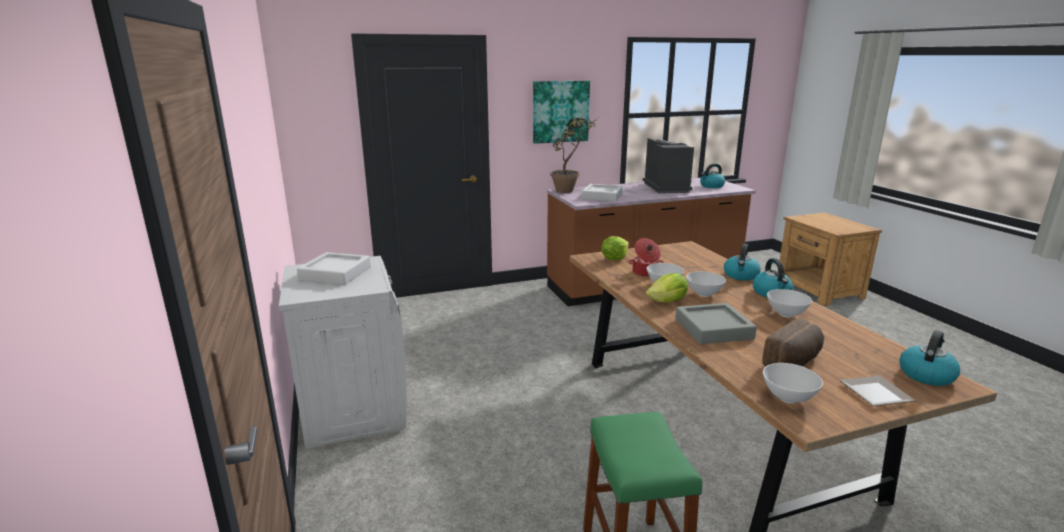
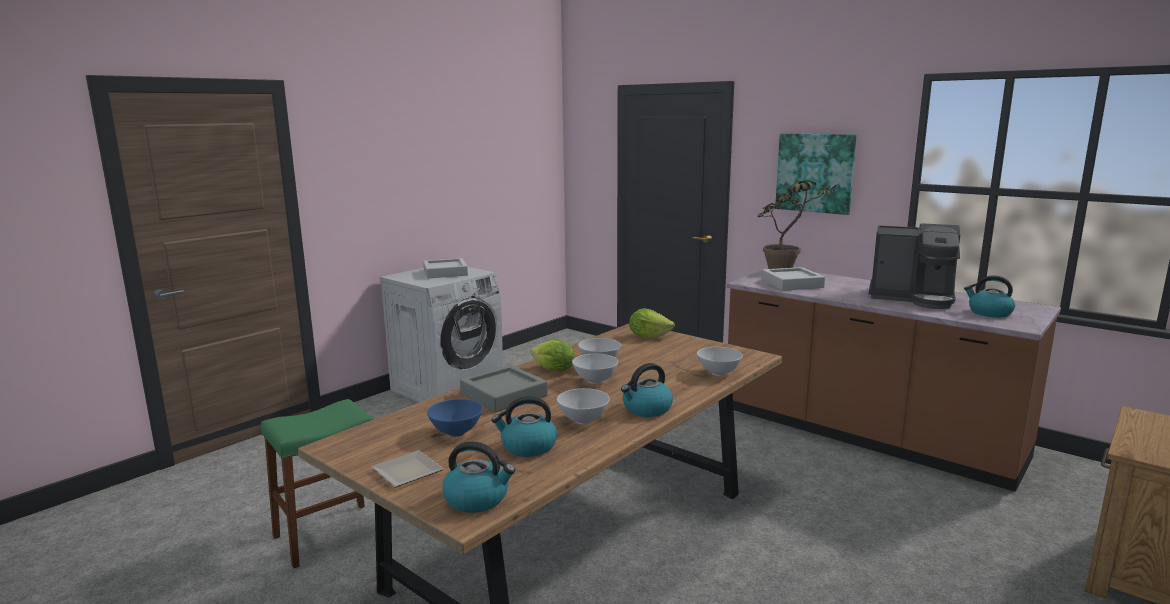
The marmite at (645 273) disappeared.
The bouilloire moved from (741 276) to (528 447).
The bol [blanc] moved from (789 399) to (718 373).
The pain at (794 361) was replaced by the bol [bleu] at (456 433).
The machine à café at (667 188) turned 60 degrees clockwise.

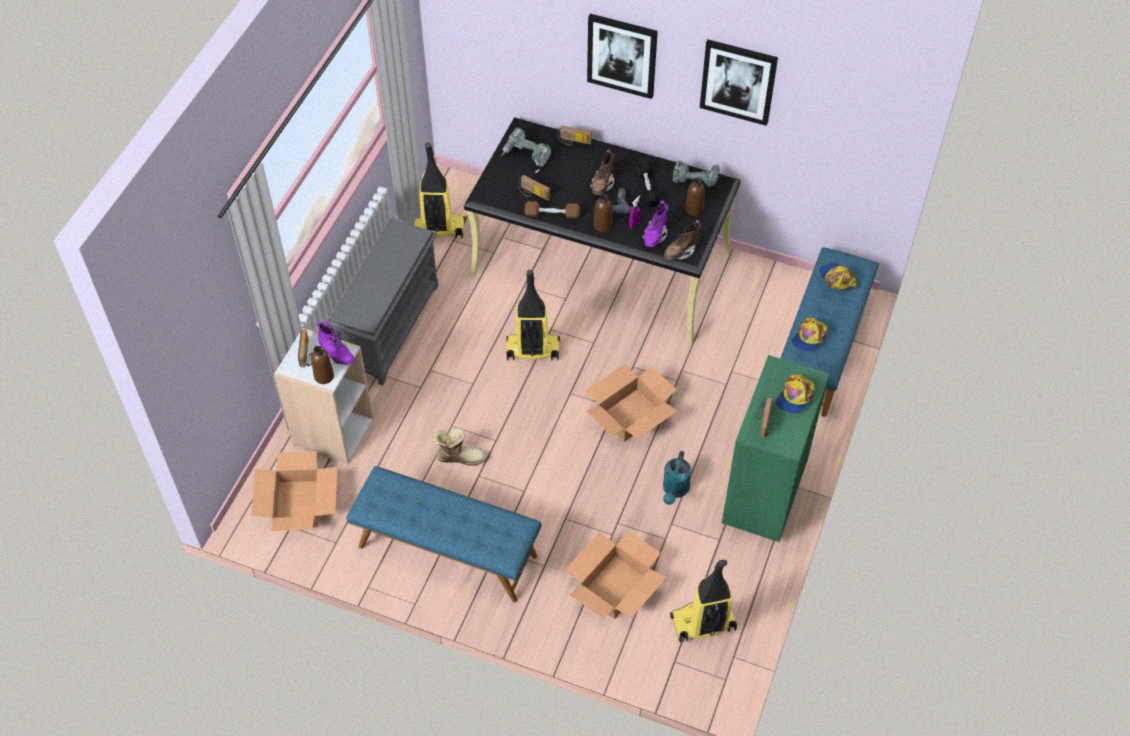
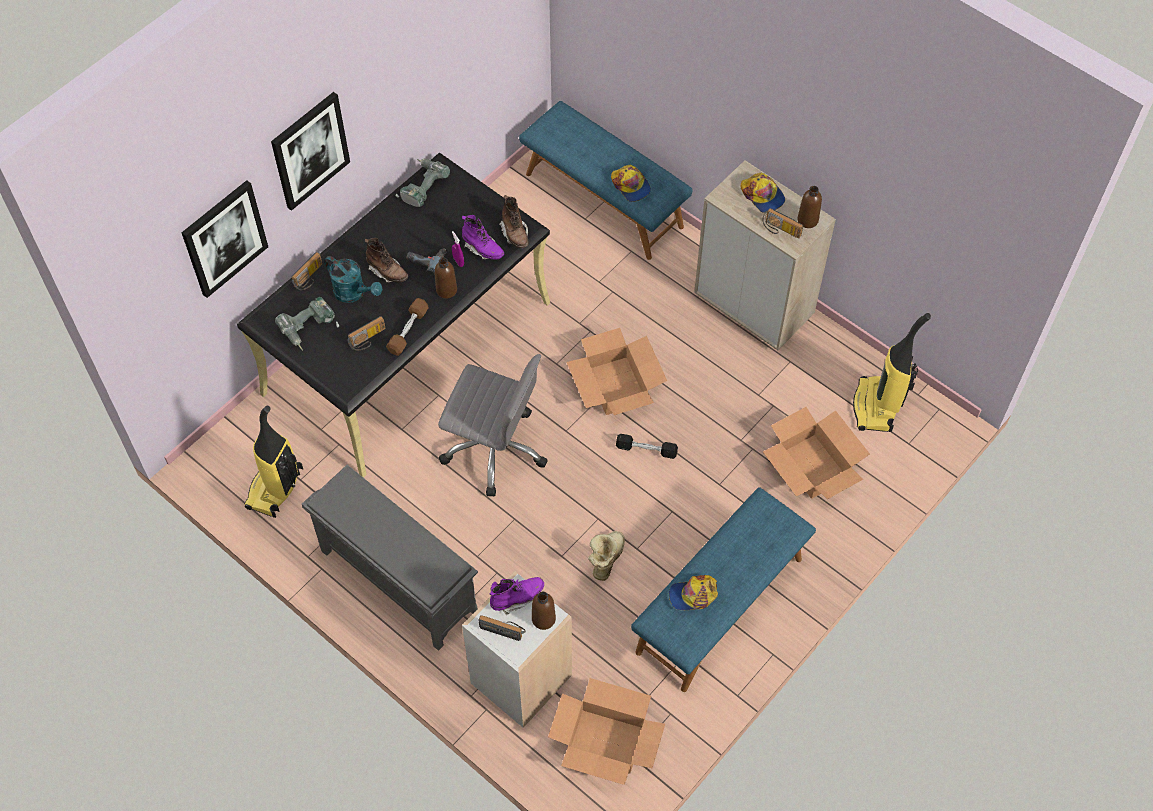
The haltère [noir] moved from (647 188) to (646 450).
The arrosoir [turquoise] moved from (675 490) to (354 293).
The bouteille [marron] moved from (694 209) to (807 220).
The tableau moved from (738 81) to (224 238).
The casquette moved from (836 279) to (693 595).
The aspirateur at (532 351) was replaced by the chaise de bureau [gris] at (495 448).
The meuble de rangement [vert] at (764 496) became the meuble de rangement [beige] at (755 308).

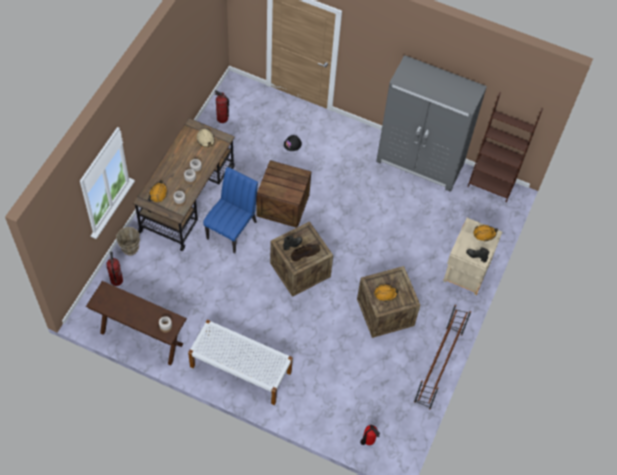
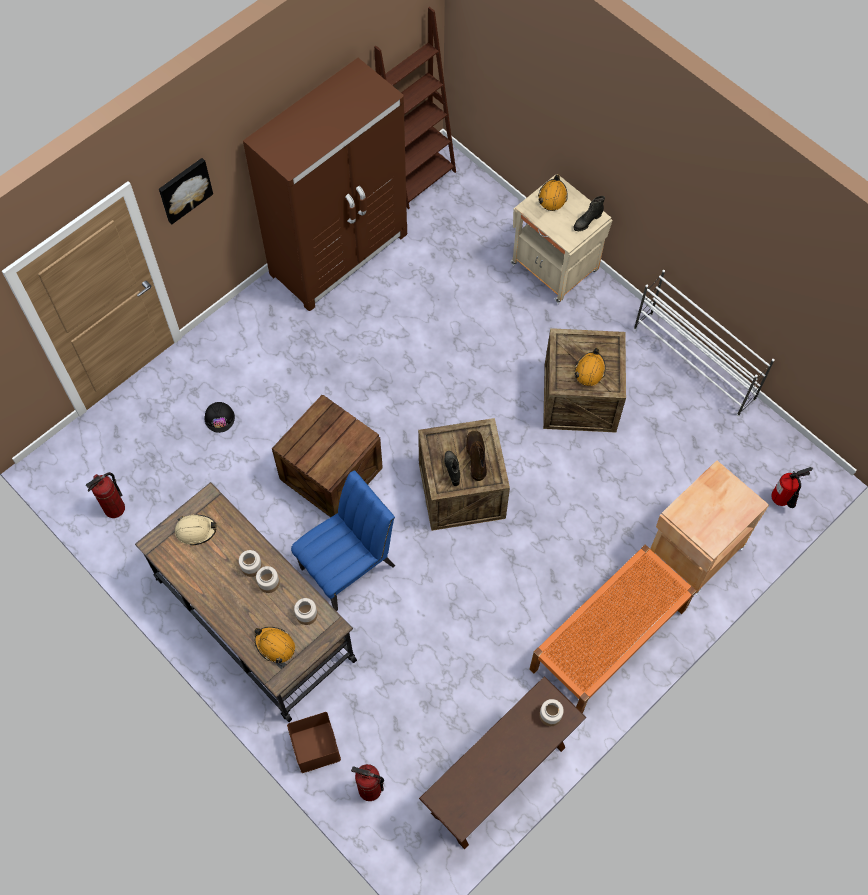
The tableau at (184 189) appeared.
The chariot [marron] at (694 551) appeared.
The seau [marron] at (130 248) was replaced by the boîte de rangement [marron] at (314 746).
The banc [blanc] at (240 370) became the banc [orange] at (608 640).
The meuble de rangement [gris] at (420 164) became the meuble de rangement [marron] at (340 254).
The étagère à chaussures [marron] at (438 368) became the étagère à chaussures [blanc] at (694 364).
The chaise [bleu] at (232 231) turned 90 degrees clockwise.

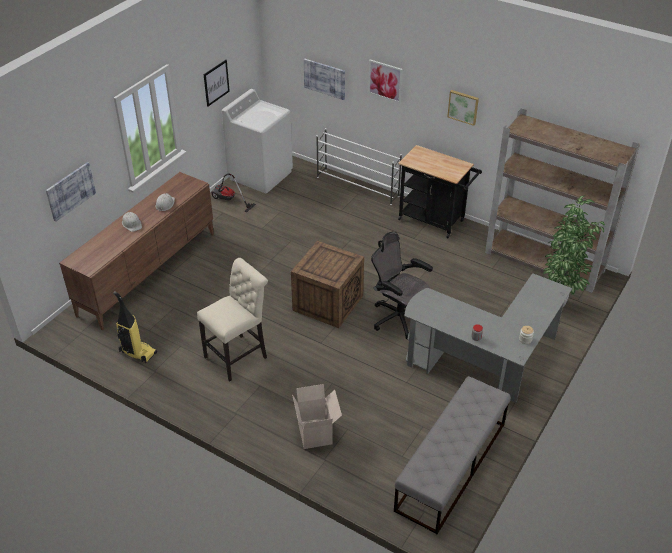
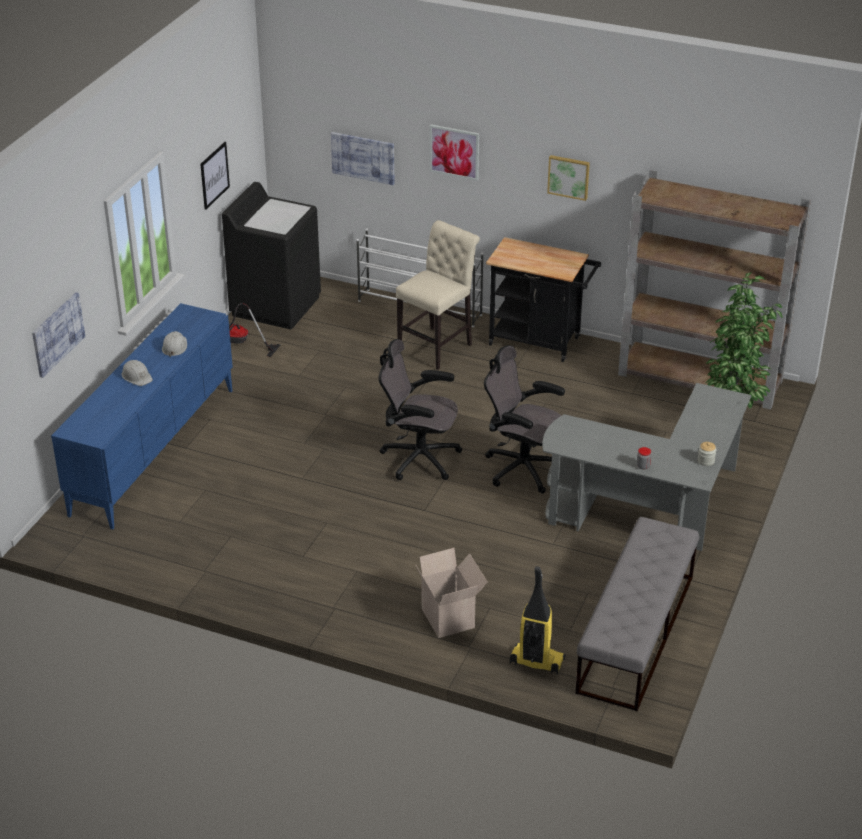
The aspirateur moved from (137 353) to (536 662).
The tabouret [beige] moved from (239 356) to (438 347).
The caisse at (327 302) was replaced by the chaise de bureau at (419 459).
The meuble de rangement [marron] at (148 273) became the meuble de rangement [bleu] at (153 450).
The lave-linge [blanc] at (261 175) became the lave-linge [noir] at (276 305).

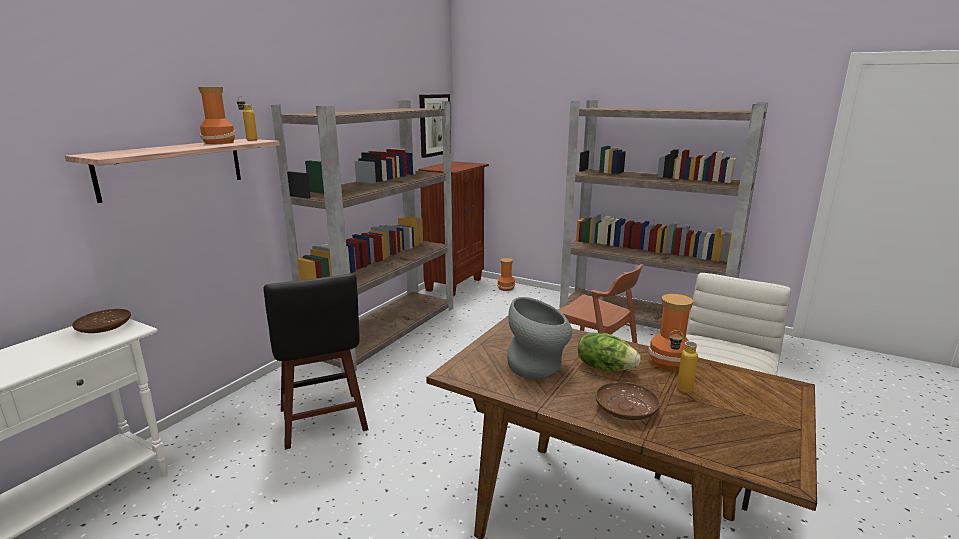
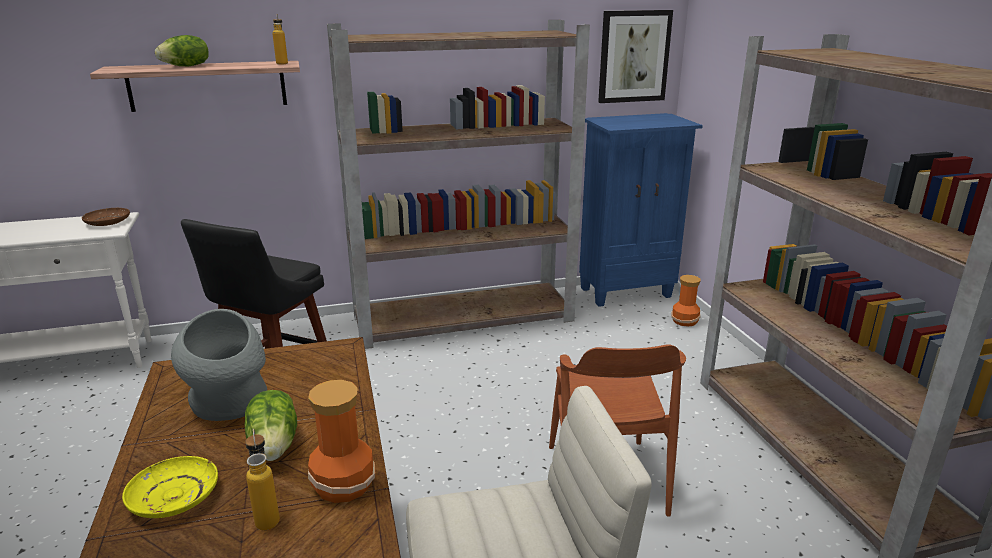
The vase at (220 142) disappeared.
The laitue at (186 66) appeared.
The meuble de rangement [marron] at (455 285) became the meuble de rangement [bleu] at (626 293).
The assiette [marron] at (626 408) became the assiette [jaune] at (173 497).

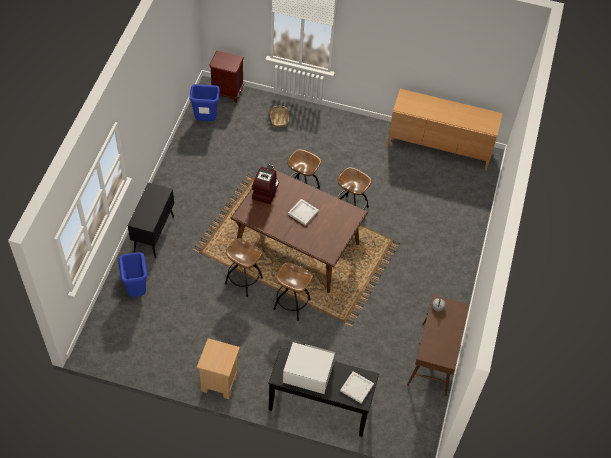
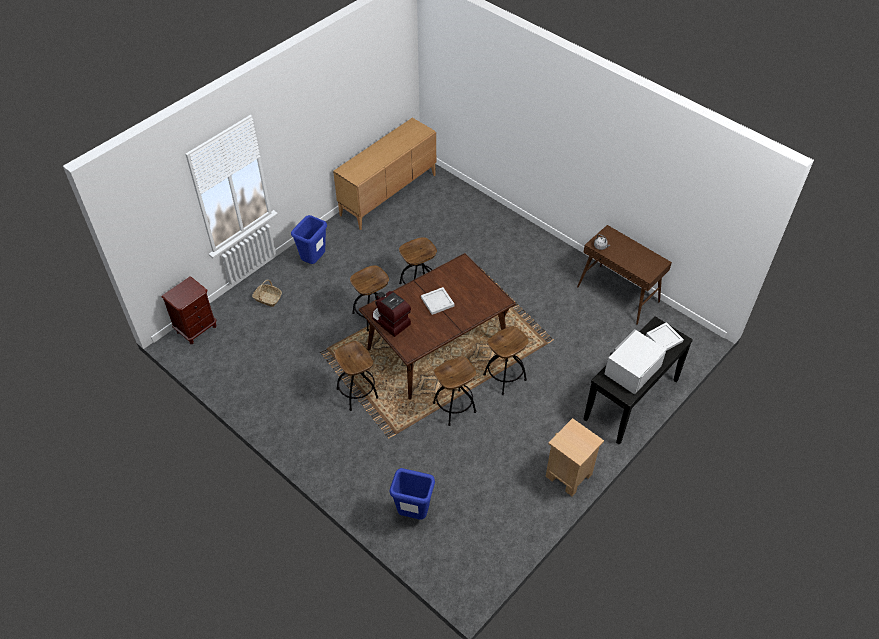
The meuble de rangement [noir] at (154 234) disappeared.
The tabouret [marron] at (357 393) appeared.
The poubelle [bleu] moved from (206 120) to (314 261).

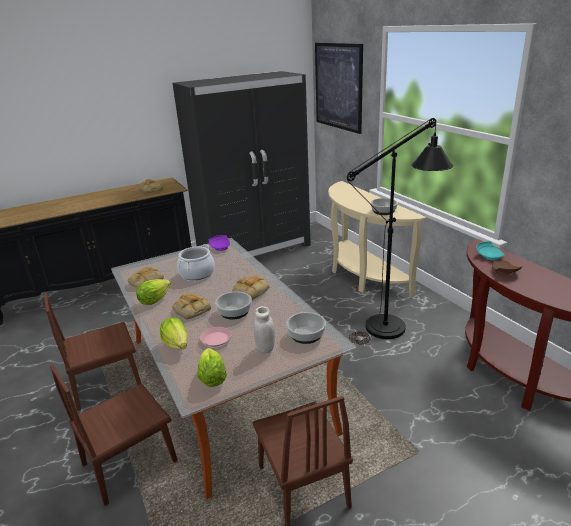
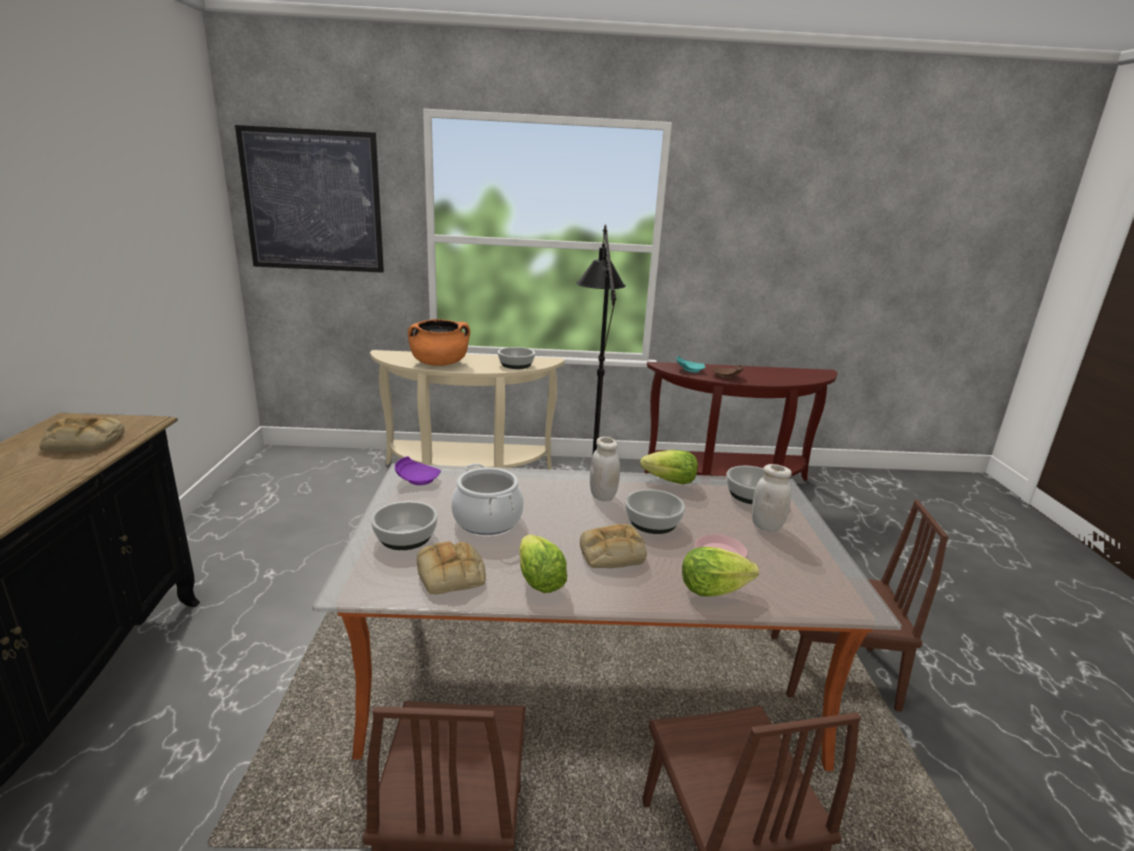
The meuble de rangement [noir] at (255 249) disappeared.
The bol at (404 537) appeared.
The marmite [orange] at (439 363) appeared.
The laitue moved from (212 378) to (670 481).
The pain at (250 291) was replaced by the bocal [blanc] at (603 496).

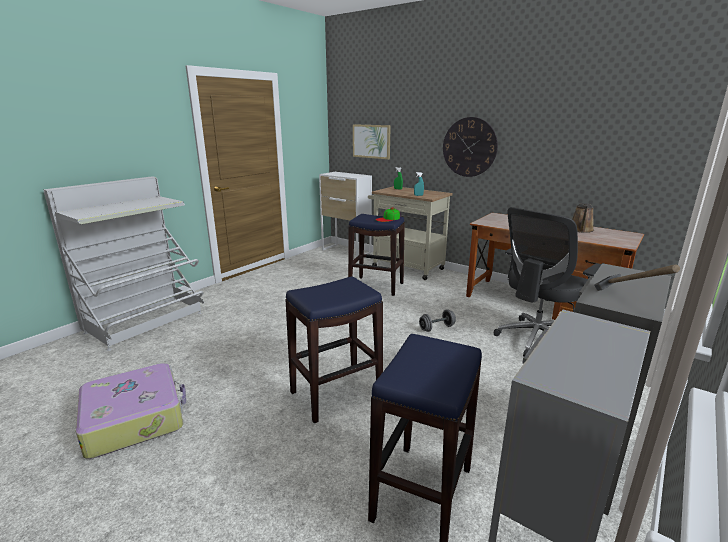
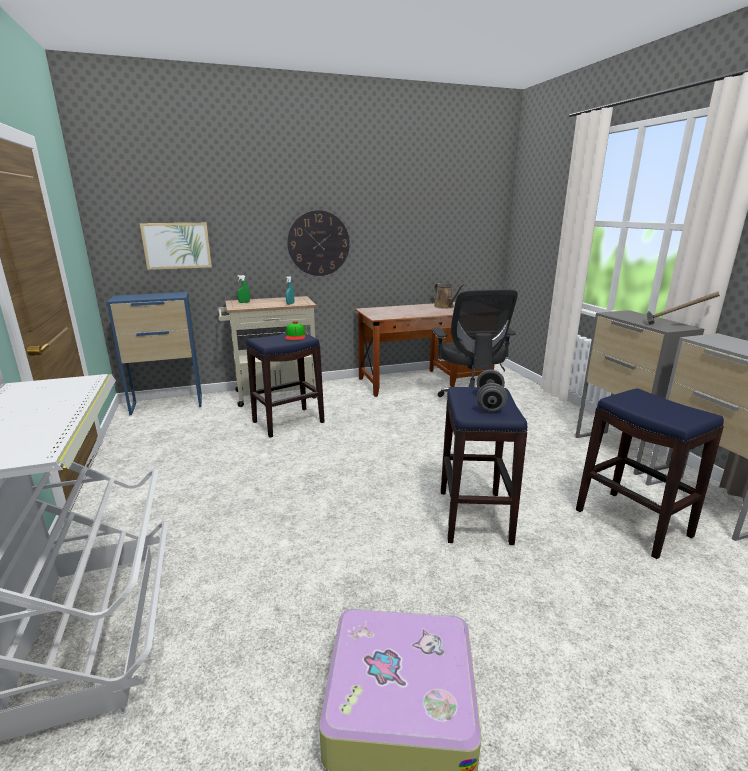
The haltère [gris] moved from (436 328) to (489 403).
The meuble de rangement [blanc] at (346 251) became the meuble de rangement [bleu] at (168 405).

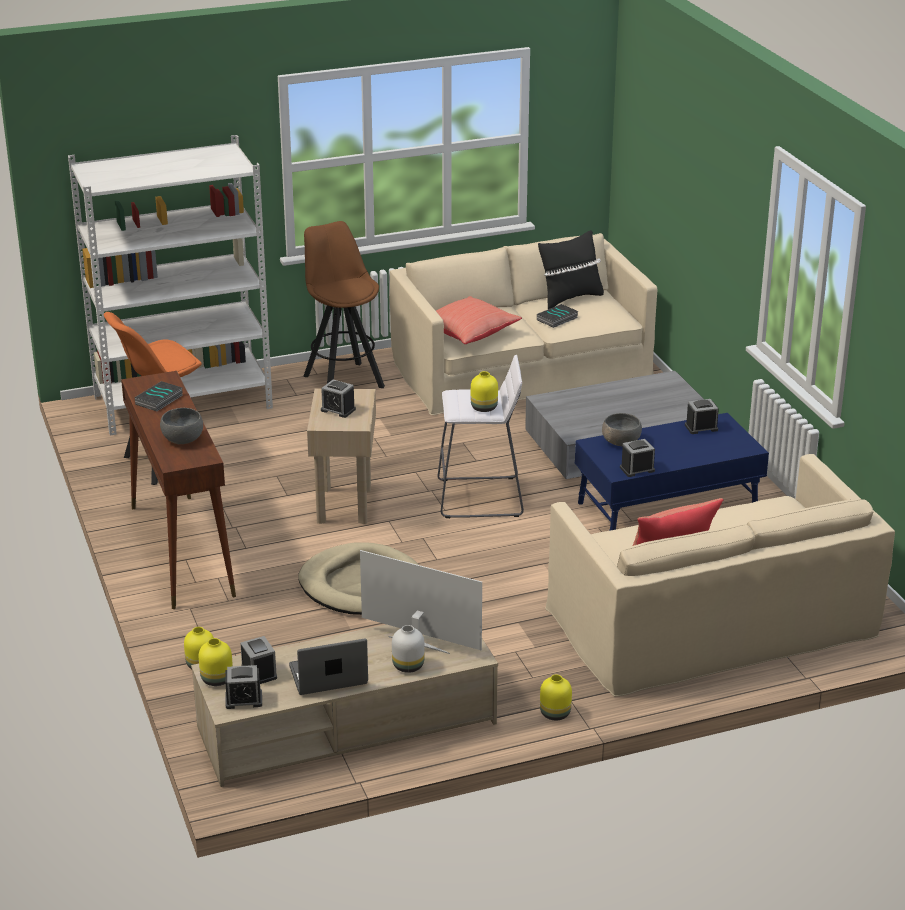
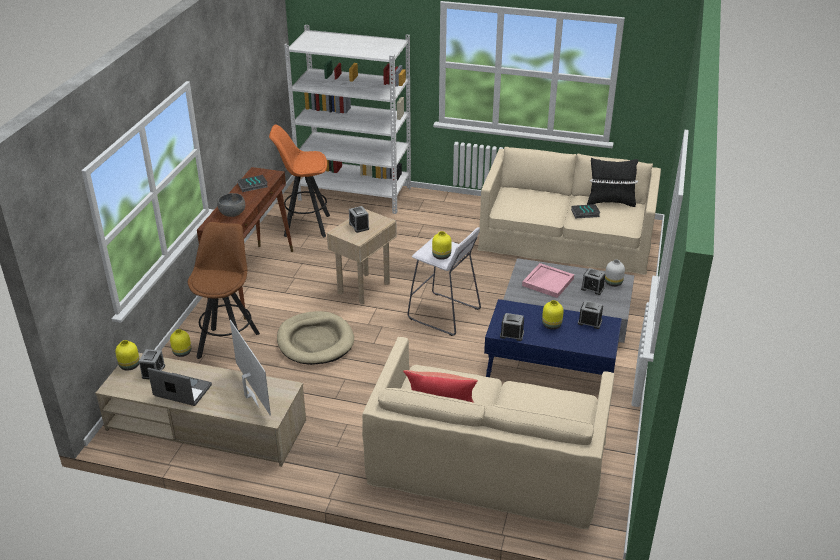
The coussin [rouge] at (468 333) disappeared.
The bol [gris] at (620 442) disappeared.
The plateau [rose] at (547 282) appeared.
The réveil moved from (243 700) to (592 288).
The tabouret [marron] moved from (343 380) to (229 344).
The vase [blanc] moved from (407 666) to (612 283).
The vase [jaune] moved from (554 713) to (551 325).

